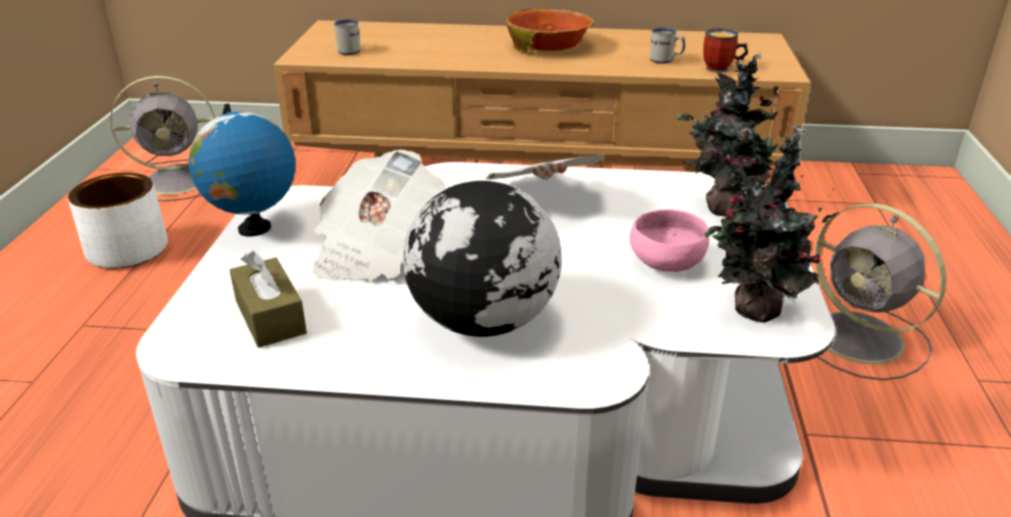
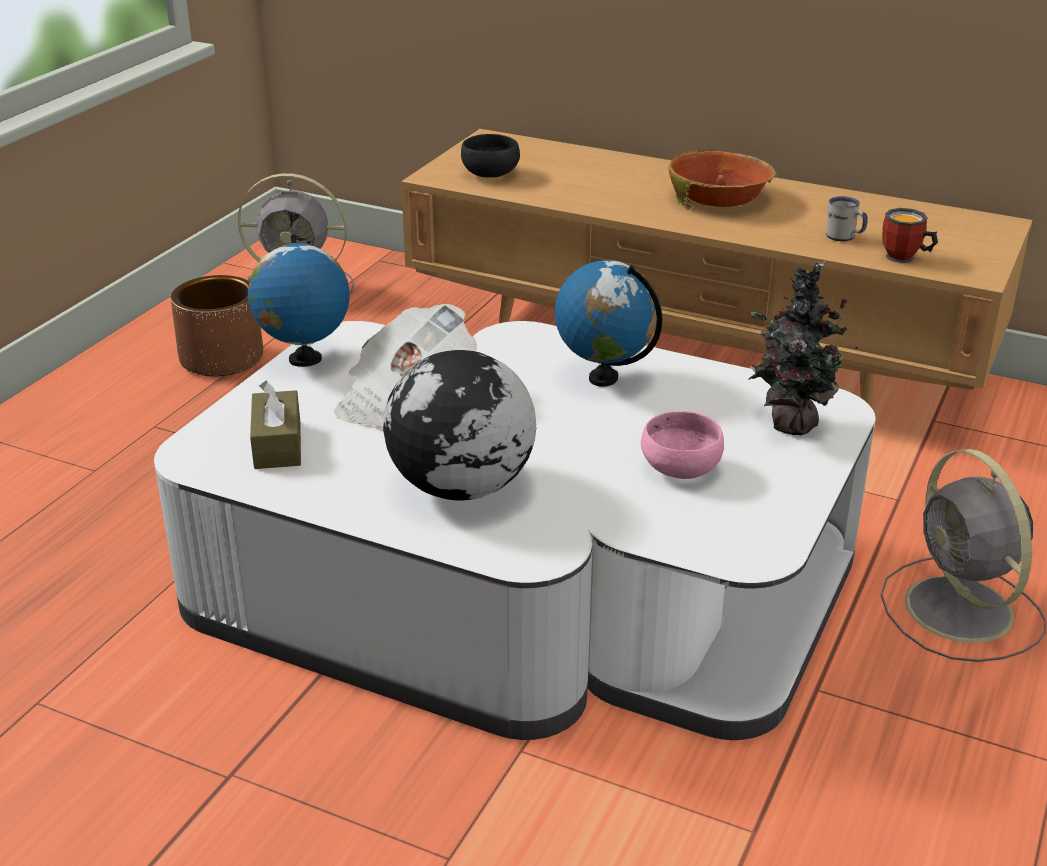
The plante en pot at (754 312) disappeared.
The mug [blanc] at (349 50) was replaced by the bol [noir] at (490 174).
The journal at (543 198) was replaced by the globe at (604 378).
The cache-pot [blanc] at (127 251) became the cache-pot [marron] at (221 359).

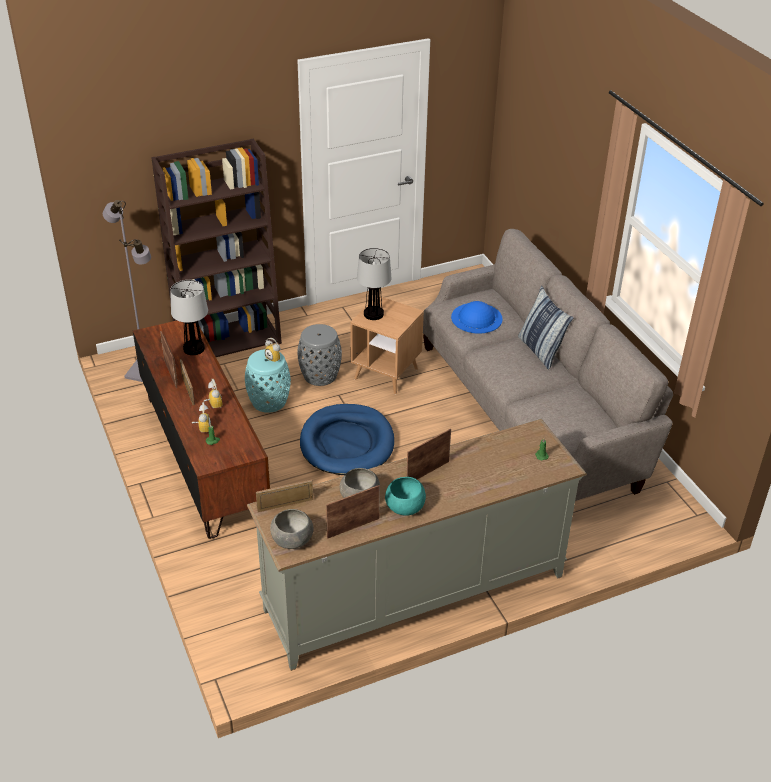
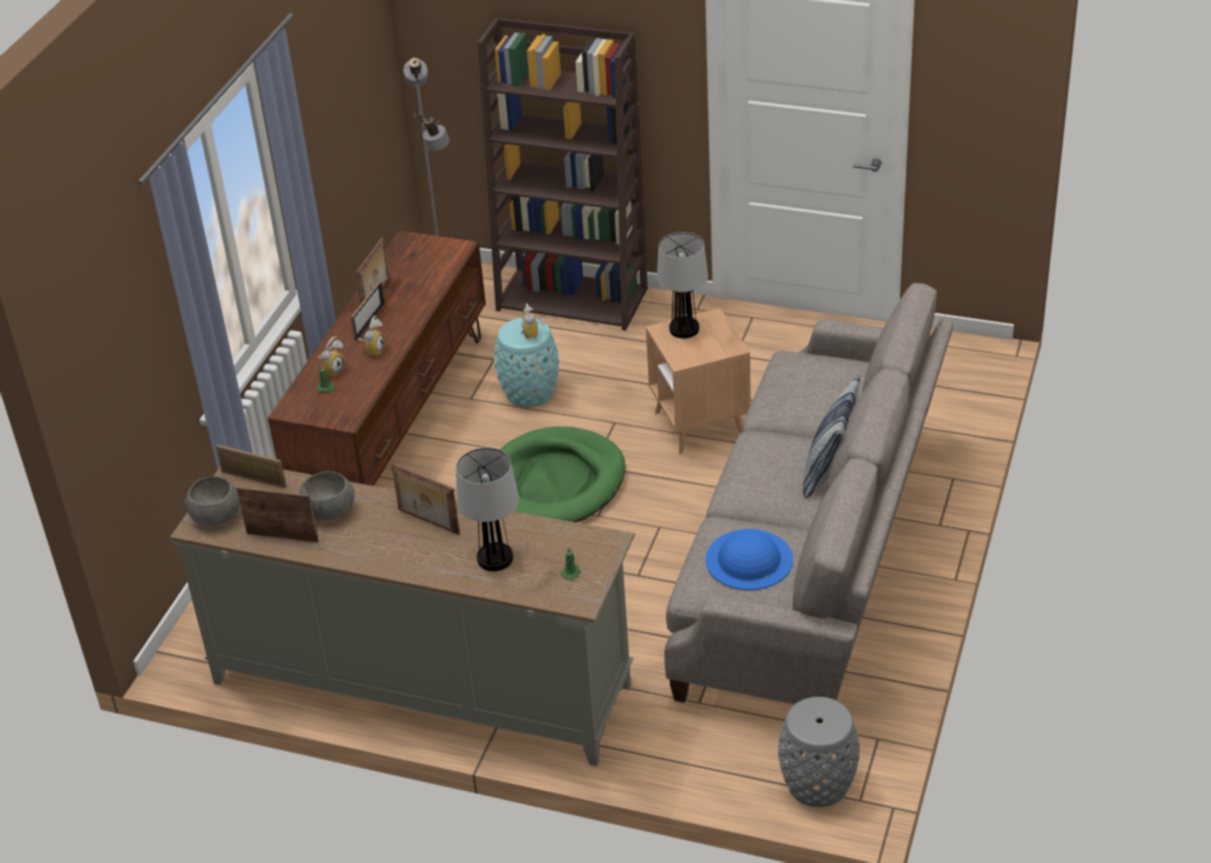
The bol [turquoise] at (404 506) disappeared.
The lampe de table moved from (193 349) to (494 559).
The tabouret [gris] moved from (320 375) to (818 784).
The chapeau [bleu] moved from (476 318) to (749 559).
The panier pour chien [bleu] at (347 443) became the panier pour chien [vert] at (554 483).
The cadre photo at (427 472) turned 150 degrees counterclockwise.

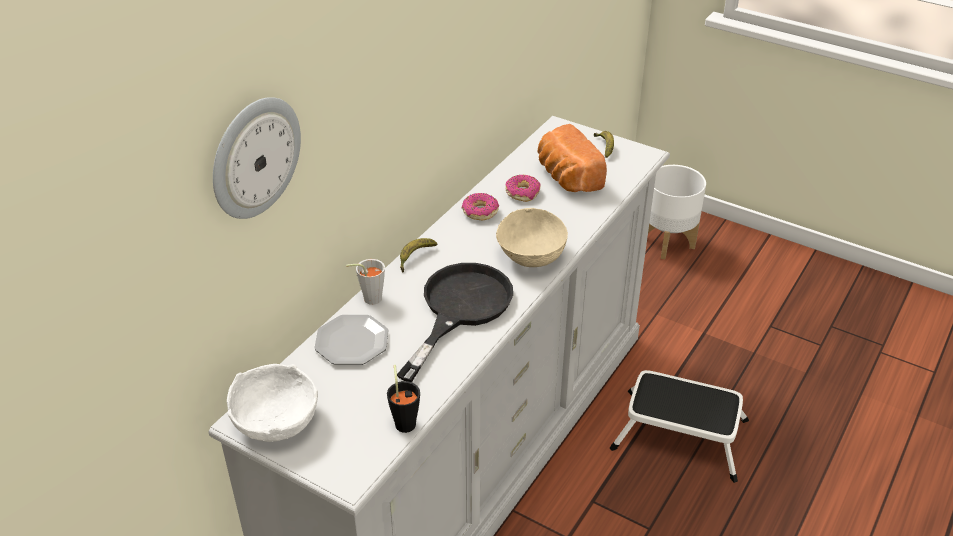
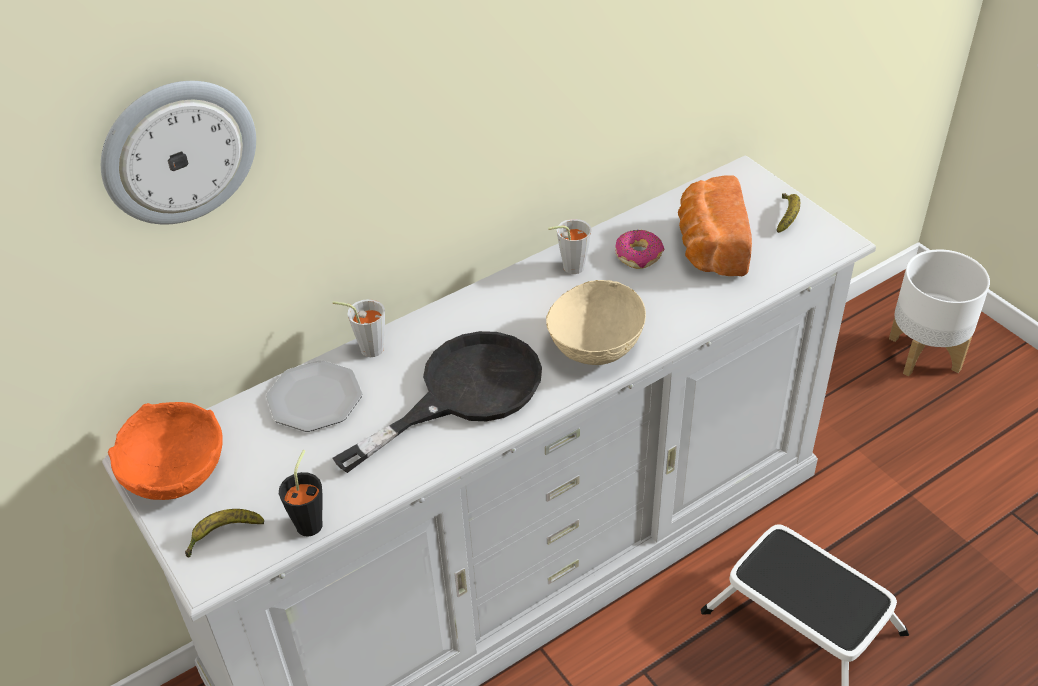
The banane moved from (415 257) to (223 535).
The beignet at (480 212) was replaced by the tasse [gris] at (568 268).
The bol [blanc] at (276 421) became the bol [orange] at (174 472).

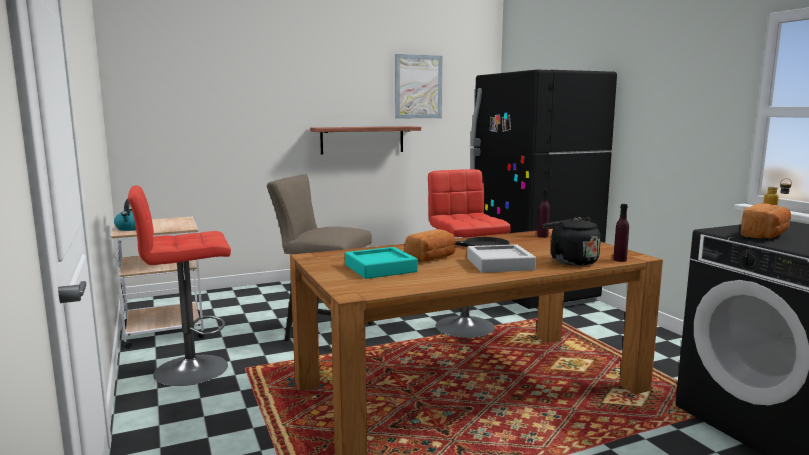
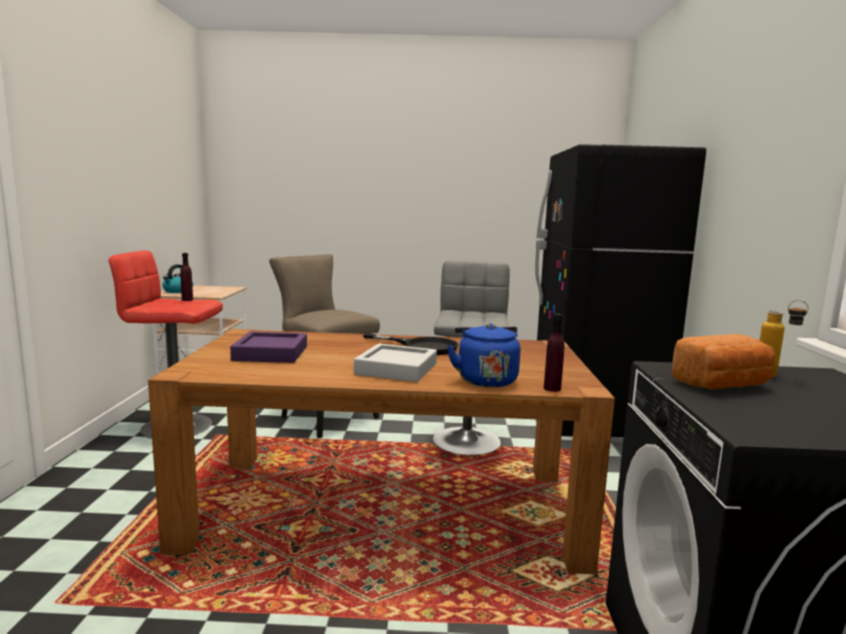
The étagère at (362 140) disappeared.
The tableau at (418 86) disappeared.
The pain at (432 258) disappeared.
The bouteille [violet] moved from (542 236) to (187 300).
The plateau [turquoise] at (380 268) became the plateau [violet] at (270 353).
The tabouret [rouge] at (465 326) became the tabouret [gris] at (467 440).
The bouilloire [noir] at (570 261) became the bouilloire [bleu] at (485 379).

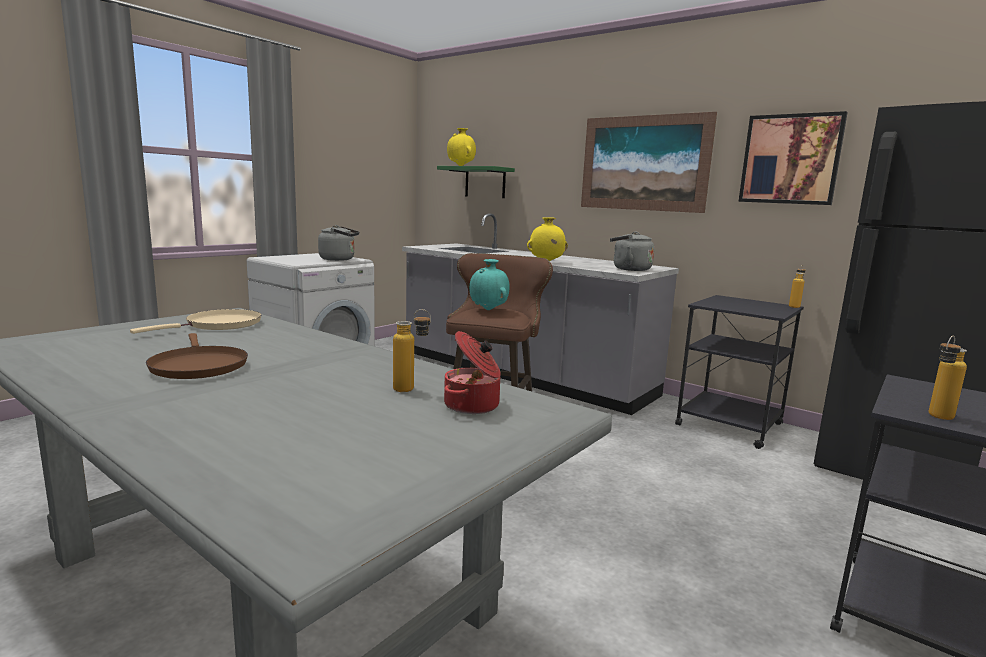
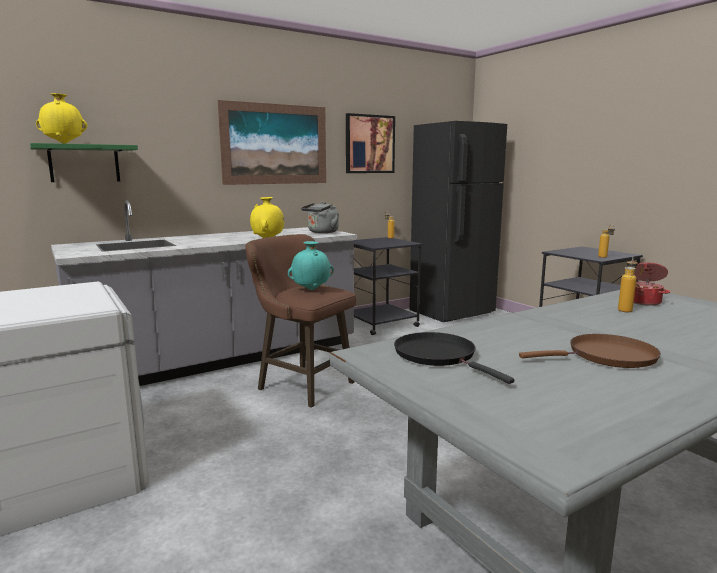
The bouilloire [gris] at (339 259) disappeared.
The poêle [beige] at (219 325) became the poêle [noir] at (439 356).

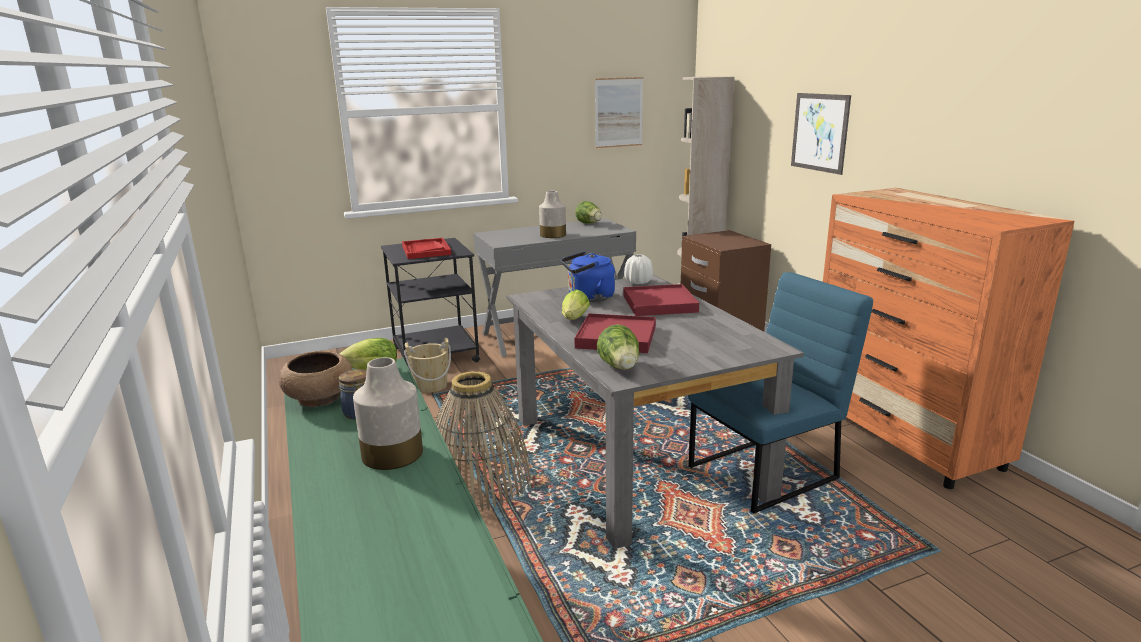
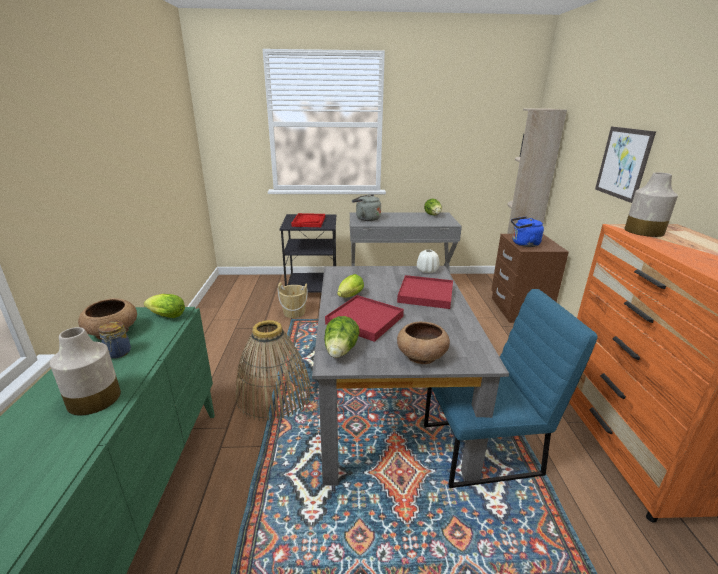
The tableau at (618 112) disappeared.
The bouilloire [gris] at (366 219) appeared.
The bol [marron] at (421 356) appeared.
The vase [beige] moved from (553 235) to (644 231).
The bouilloire [bleu] moved from (588 298) to (523 244).

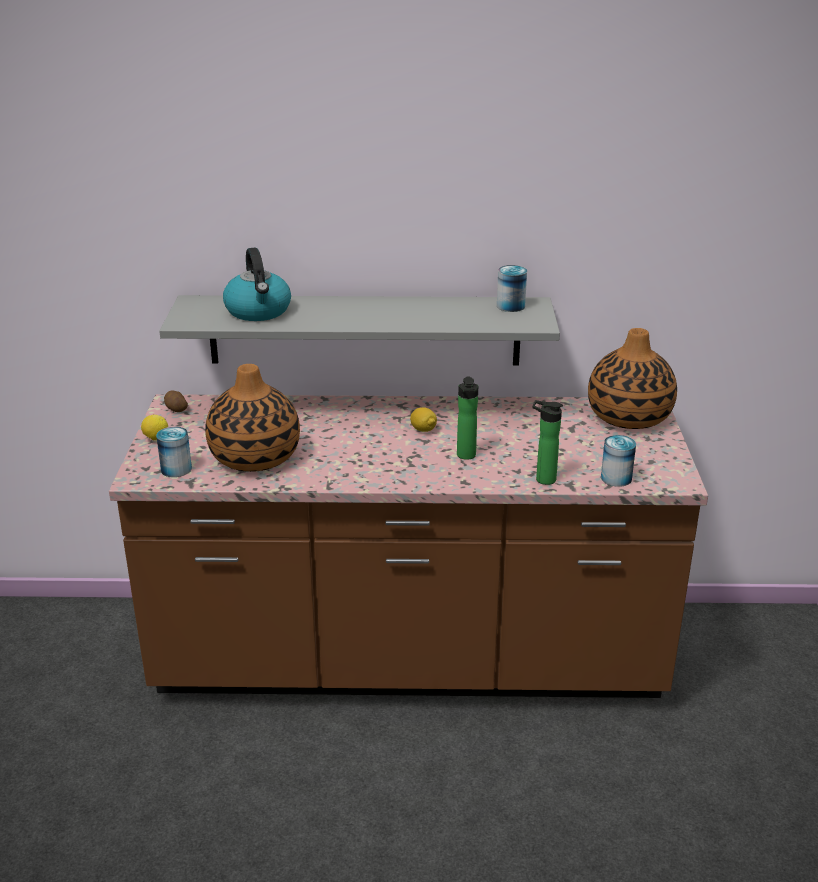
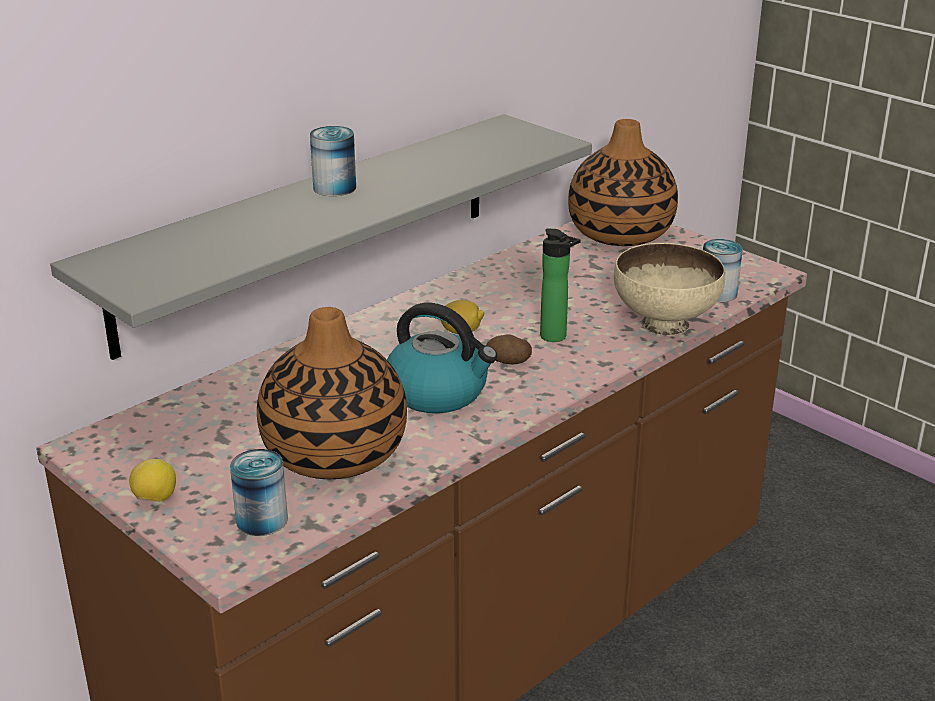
The pomme de terre moved from (176 409) to (508 361).
The bouilloire moved from (258 311) to (438 392).
The boîte métallique moved from (510 306) to (334 188).
The bouteille at (542 479) was replaced by the bol [beige] at (663 324).

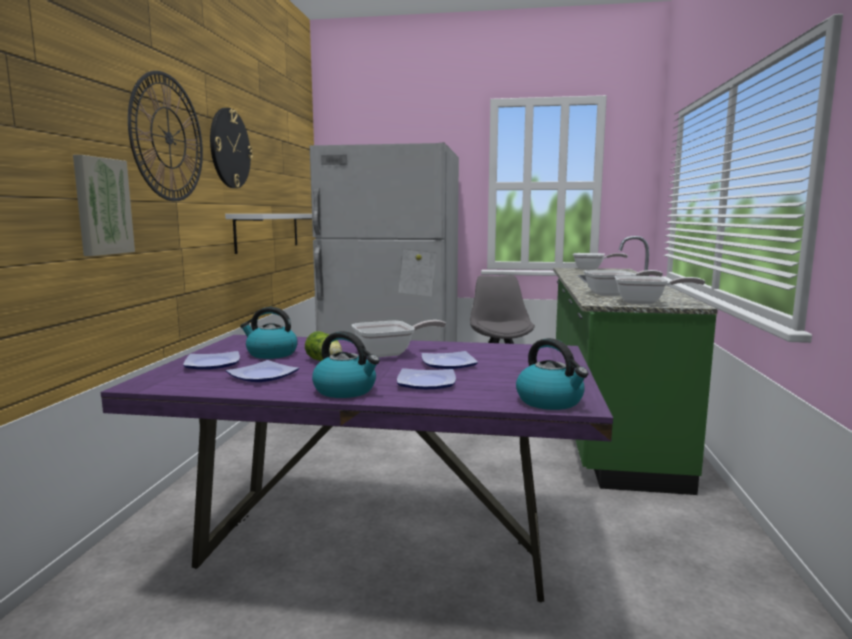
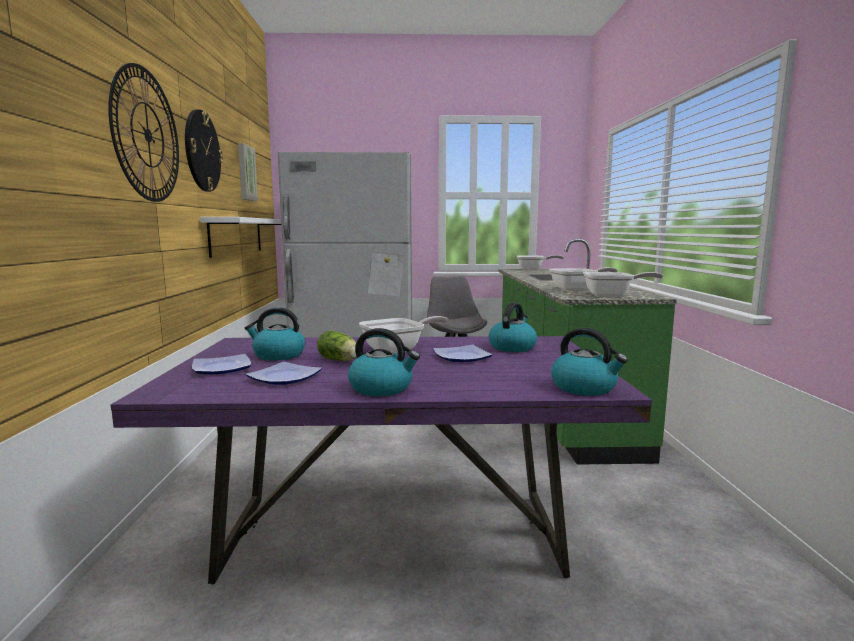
The assiette at (425 383) disappeared.
The bouilloire at (512 347) appeared.
The tableau moved from (101 206) to (245 173).

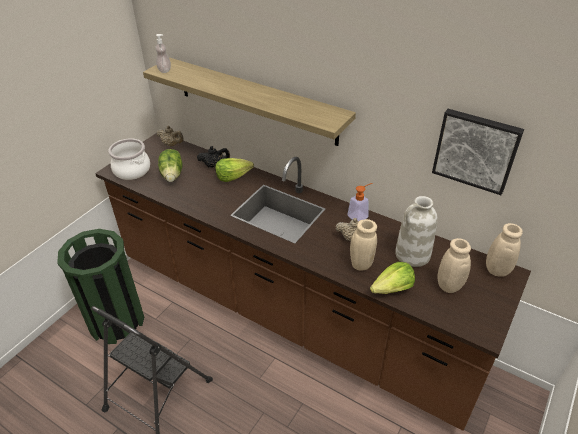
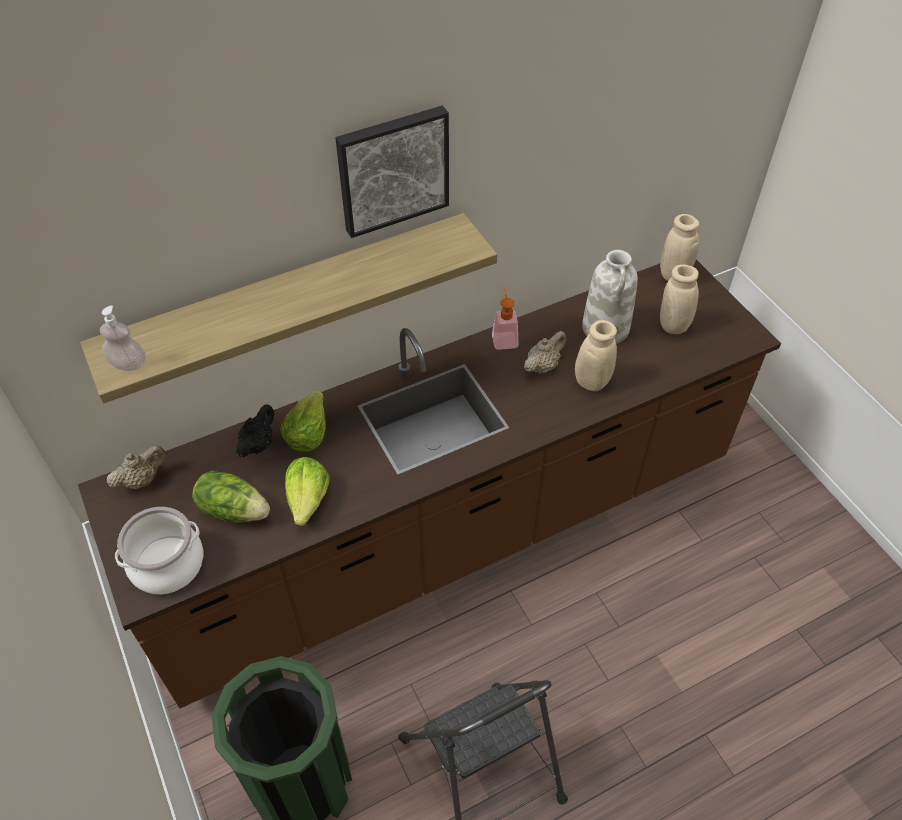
The laitue moved from (392 289) to (308 500).
The tableau moved from (476 150) to (392 169).

